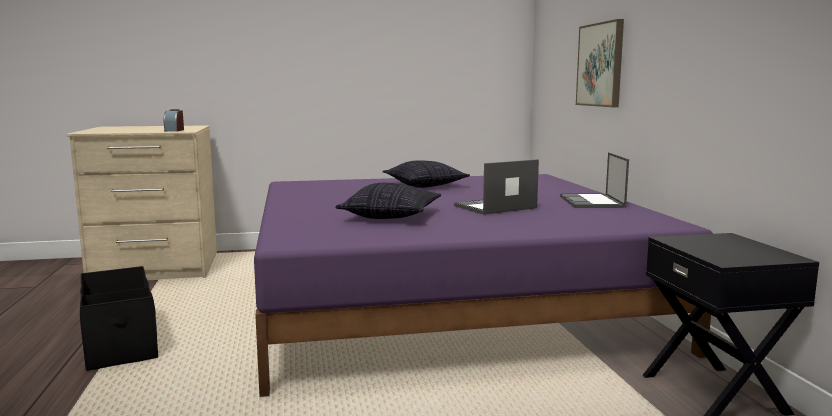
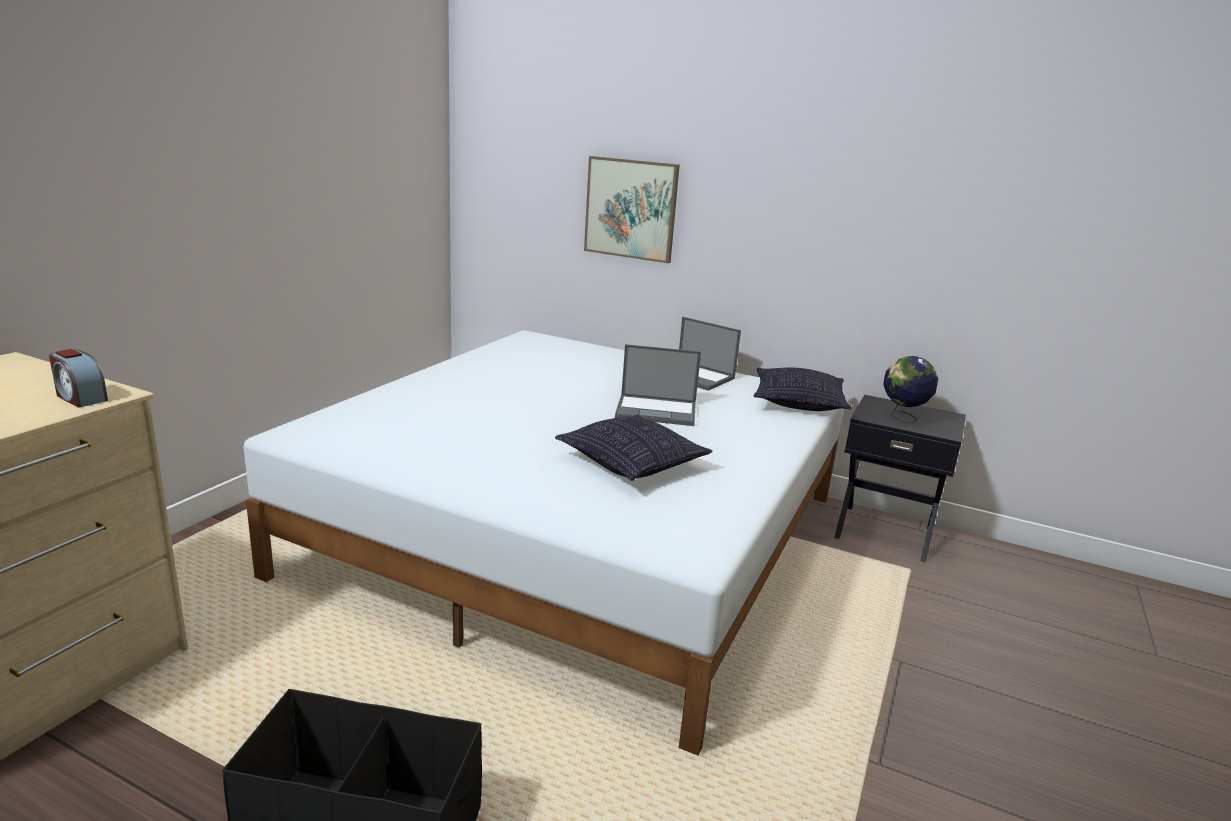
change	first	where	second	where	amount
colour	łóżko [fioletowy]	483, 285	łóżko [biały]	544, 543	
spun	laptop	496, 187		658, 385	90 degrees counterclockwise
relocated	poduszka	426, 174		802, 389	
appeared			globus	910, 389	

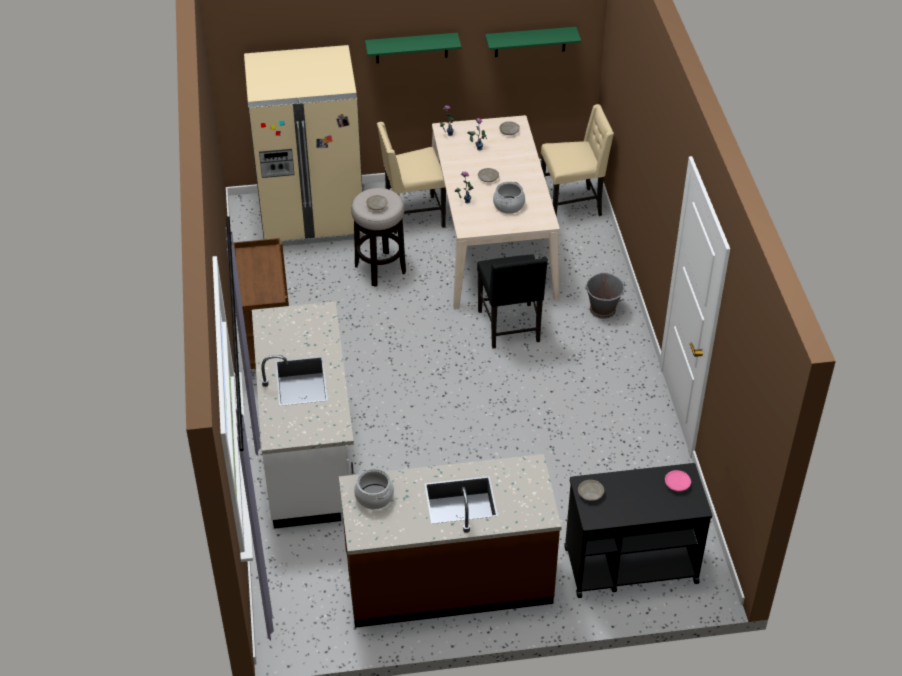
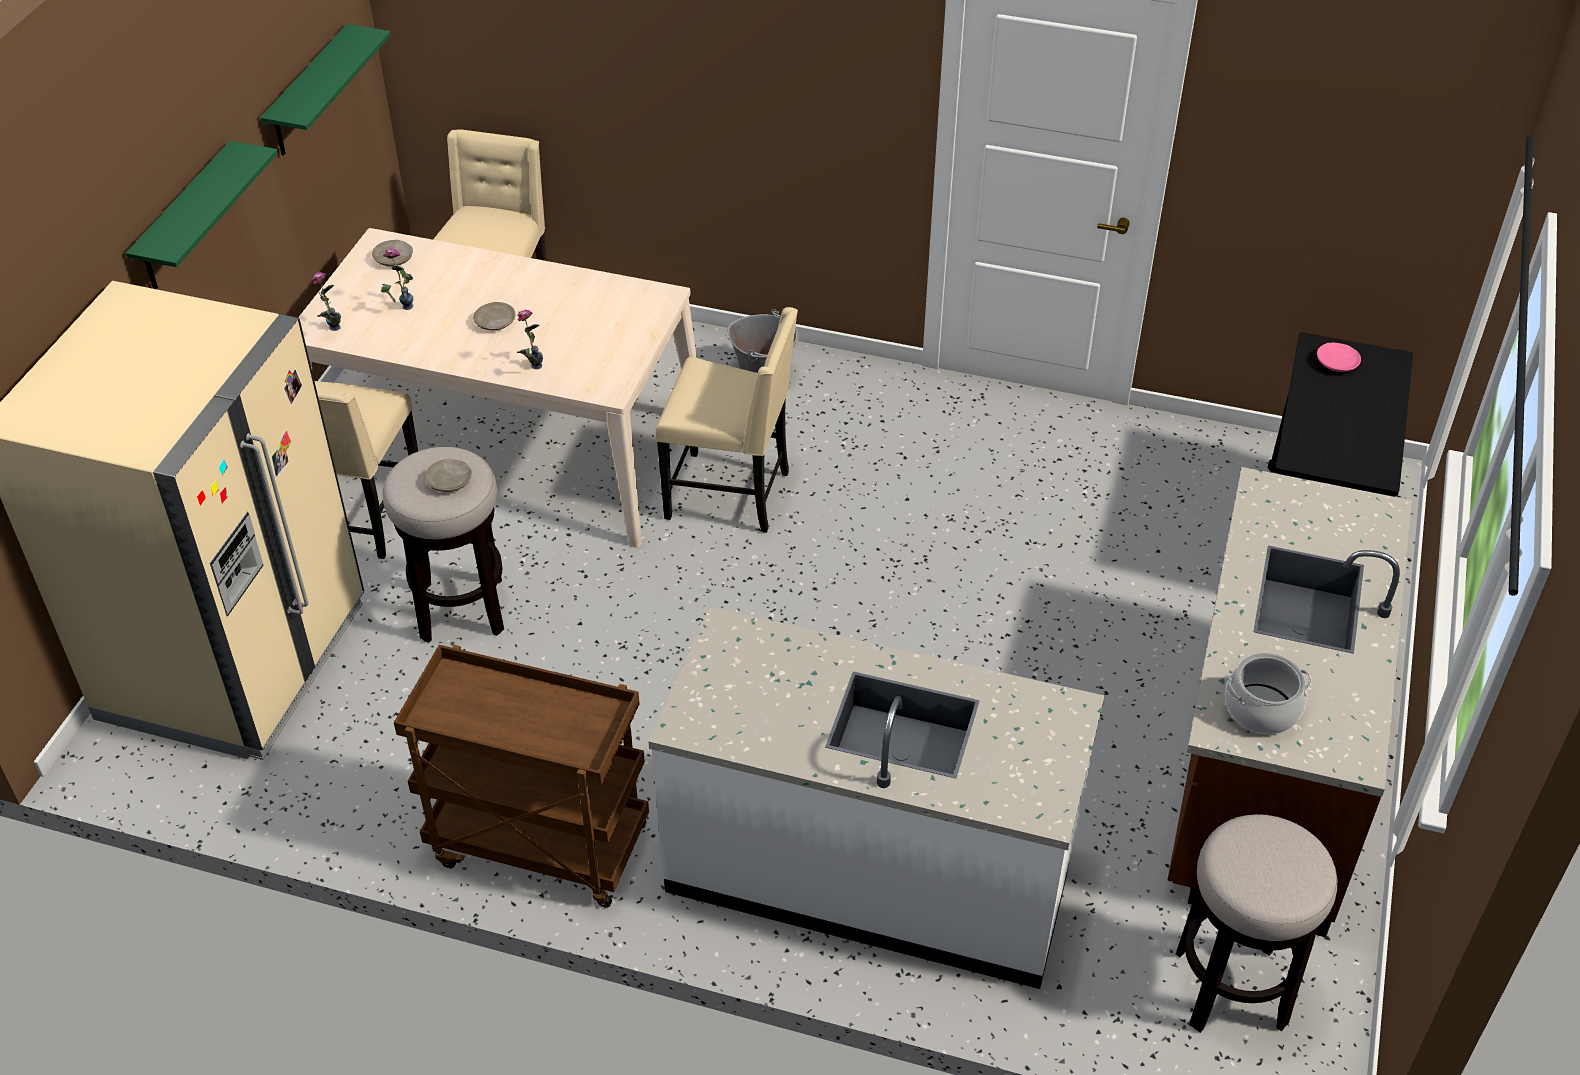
change	first	where	second	where	amount
colour	krzesło [czarny]	512, 301	krzesło [beżowy]	726, 420	
appeared			stołek	1256, 923	
missing	garnek	509, 198			
missing	talerz [beżowy]	591, 490			

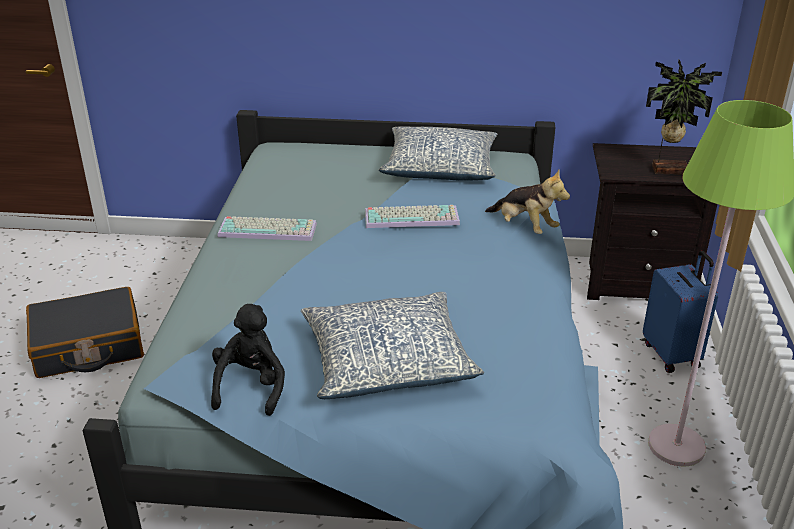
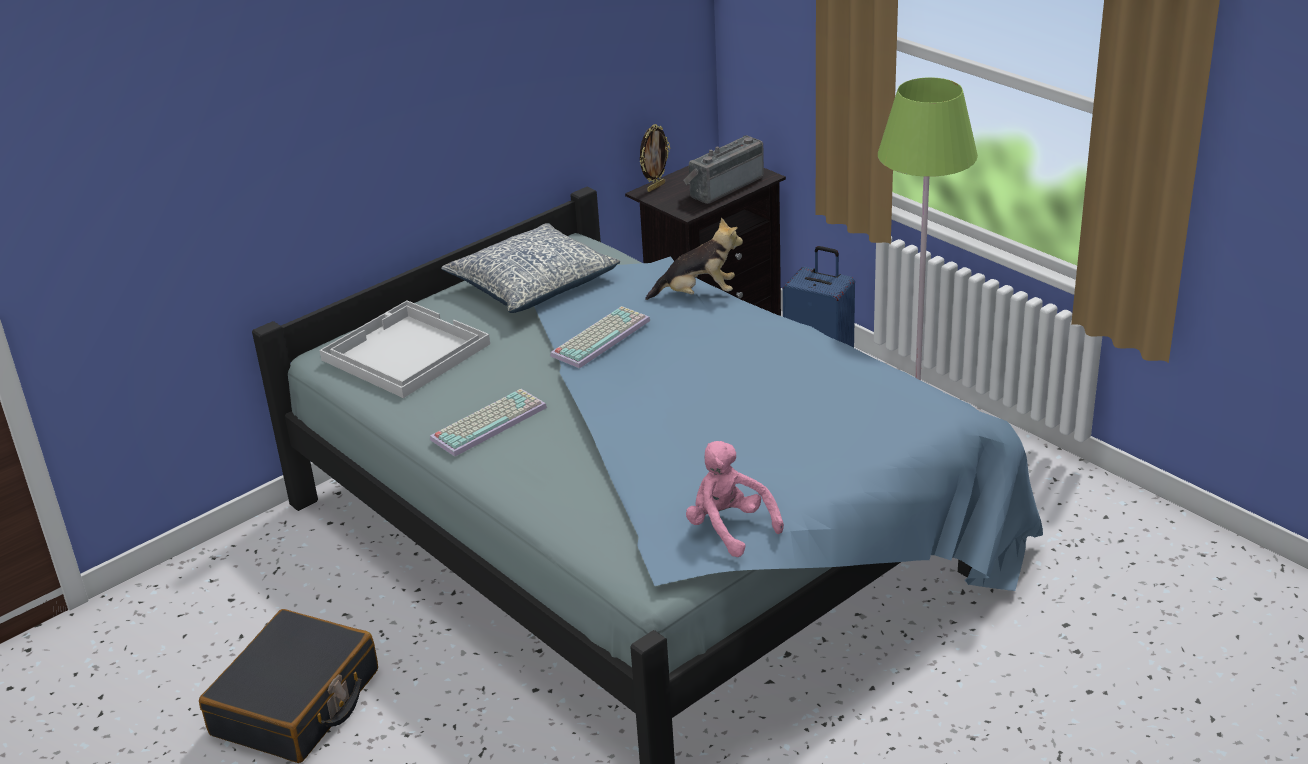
change	first	where	second	where	amount
appeared			taca [biały]	404, 349	
appeared			ramka na zdjęcie	655, 158	
exchanged	roślina doniczkowa	684, 117	radio	723, 169	
colour	pluszak [czarny]	248, 360	pluszak [różowy]	735, 499	
missing	poduszka	392, 345			

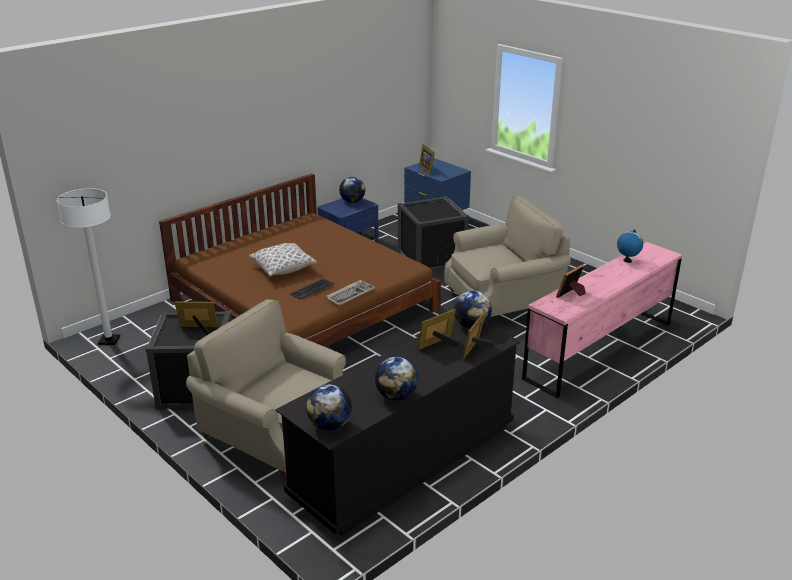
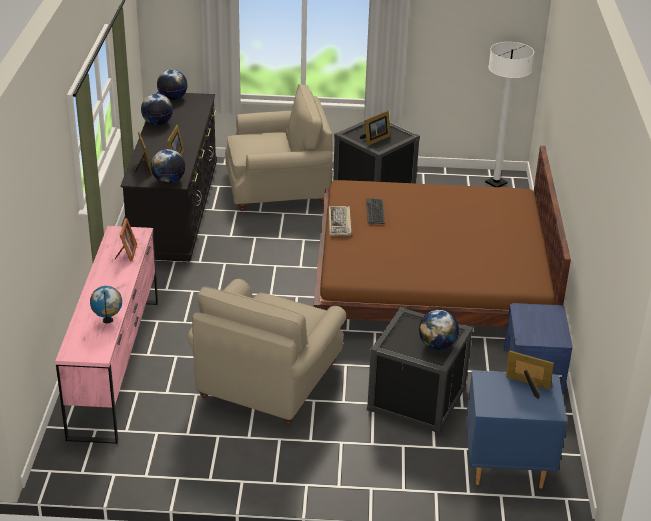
change	first	where	second	where	amount
relocated	globus	352, 190		439, 330	
missing	poduszka	283, 260			

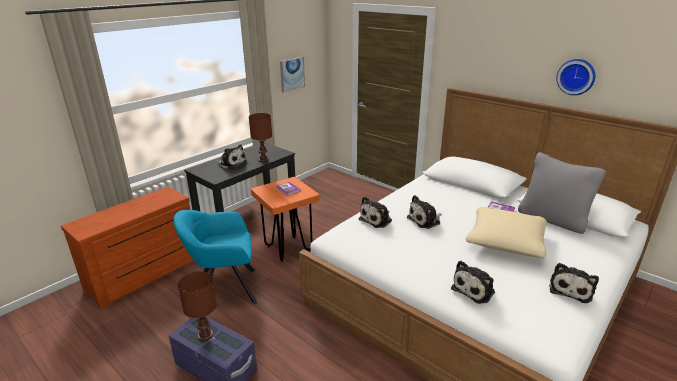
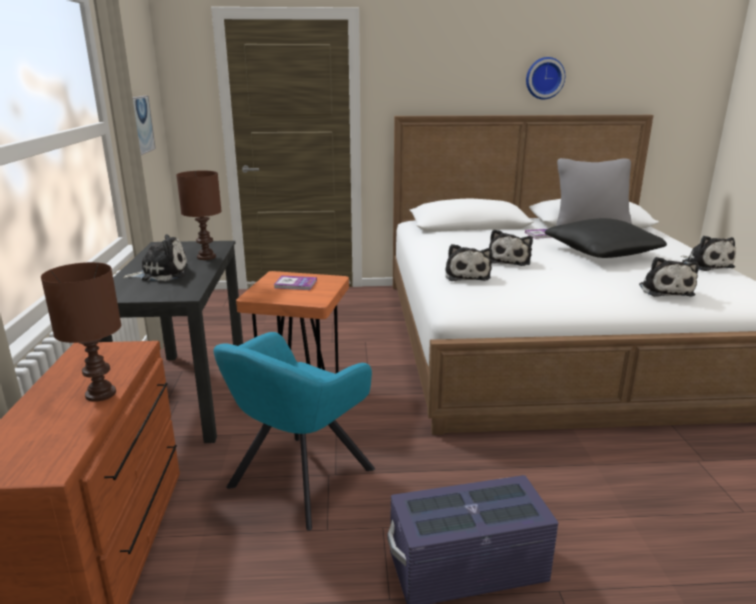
change	first	where	second	where	amount
relocated	lampa stołowa [brązowy]	197, 306		81, 332	
colour	poduszka [beżowy]	506, 232	poduszka [czarny]	606, 238	

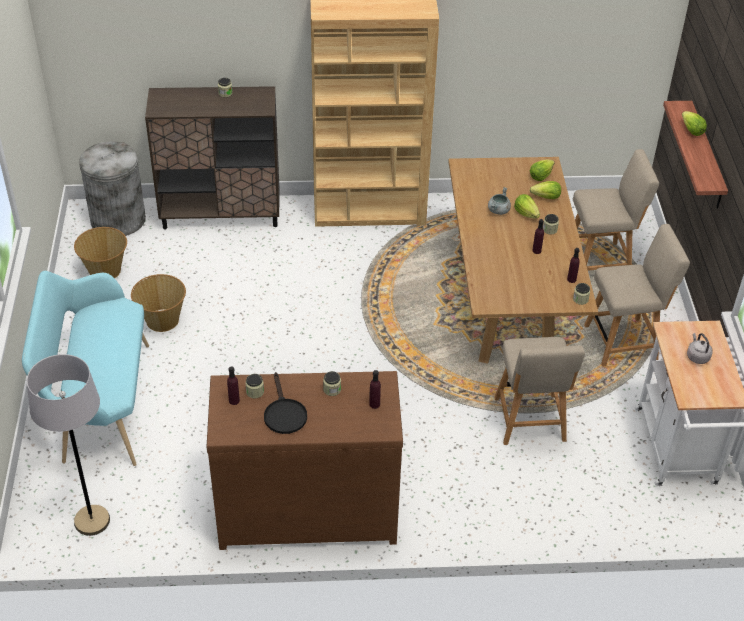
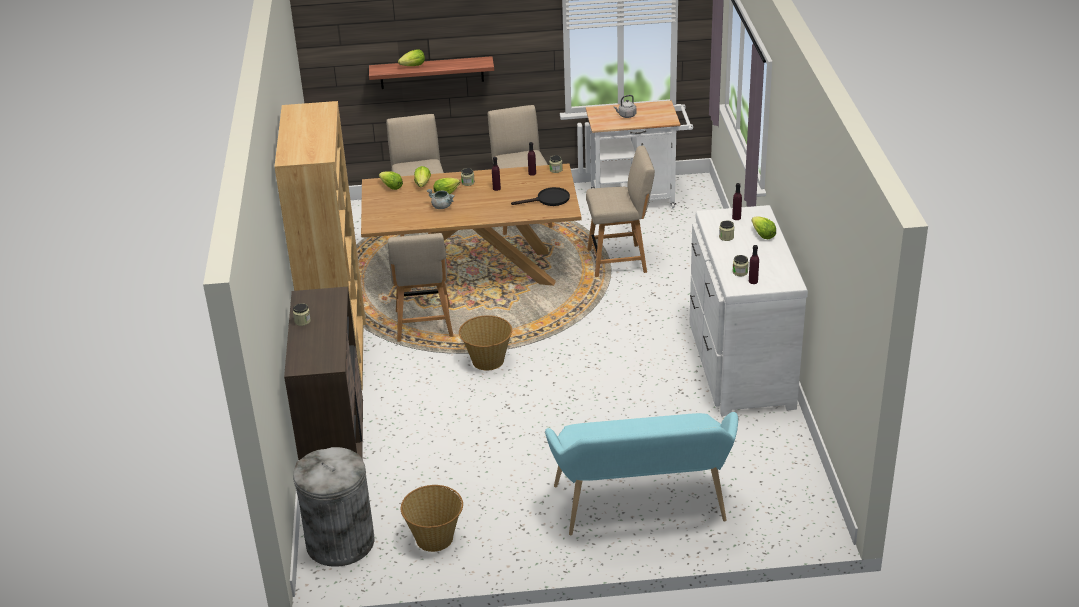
change	first	where	second	where	amount
appeared			krzesło [beżowy]	421, 287	
relocated	koszyk	158, 303		485, 343	
relocated	patelnia [czarny]	285, 403		540, 196	
colour	komoda [brązowy]	305, 460	komoda [biały]	748, 310	
appeared			sałata	764, 228	
missing	lampa stojąca [szary]	68, 445			

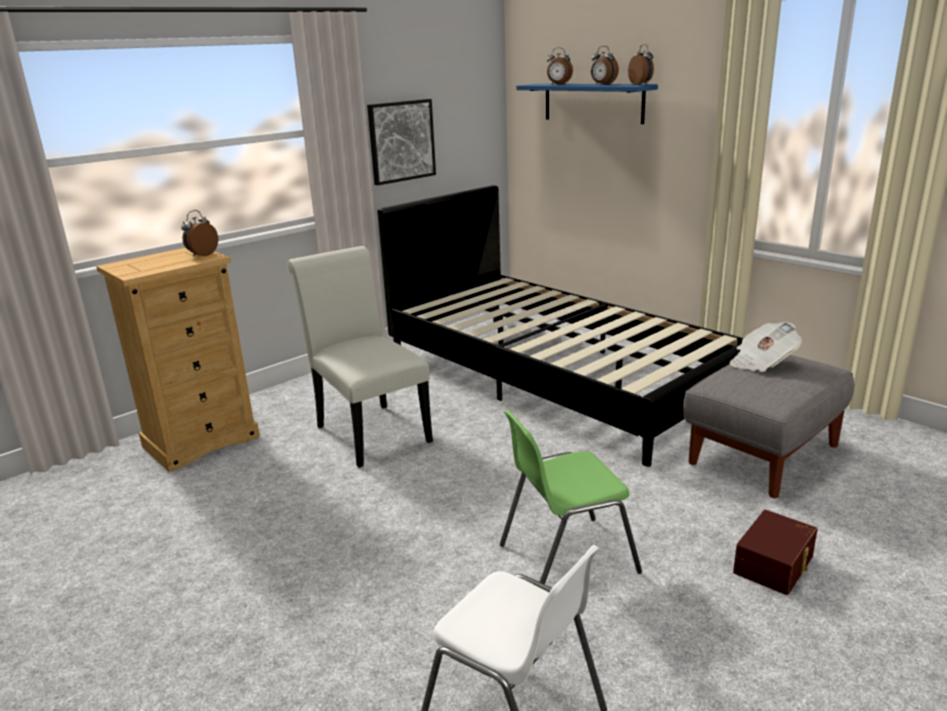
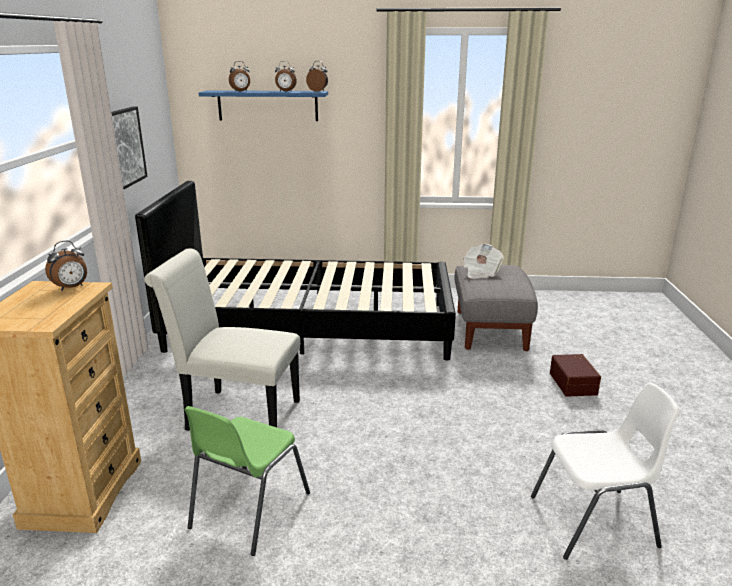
change	first	where	second	where	amount
spun	budzik	199, 233		66, 266	120 degrees counterclockwise
relocated	krzesło [zielony]	571, 497		247, 481	

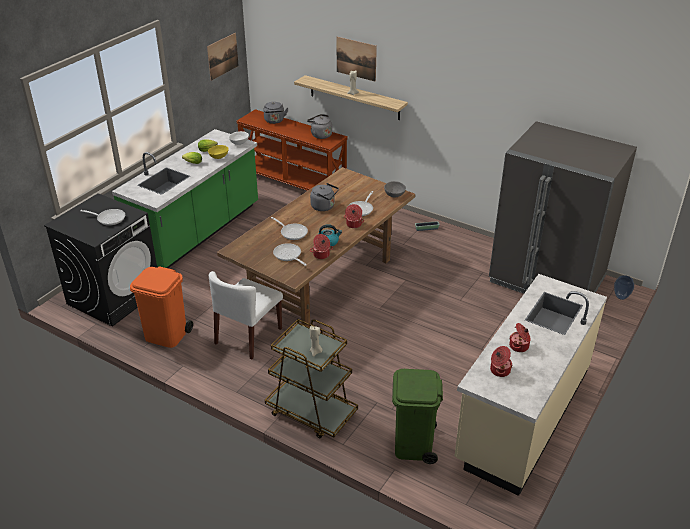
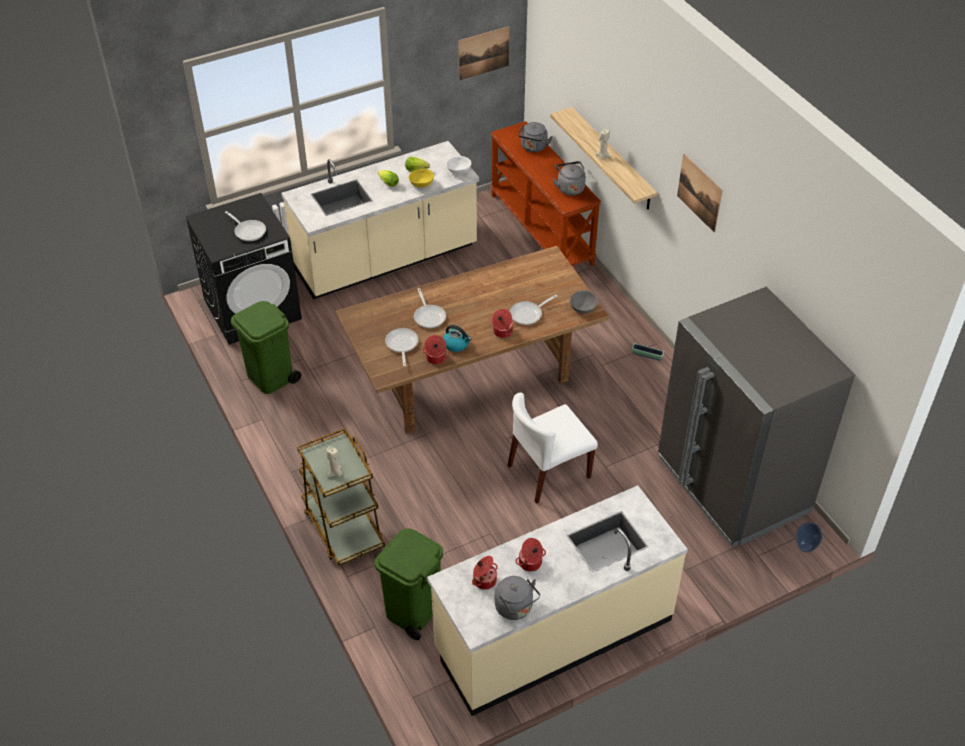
change	first	where	second	where	amount
colour	kosz na śmieci [pomarańczowy]	161, 307	kosz na śmieci [zielony]	266, 347	
colour	zabudowa kuchenna [zielony]	185, 198	zabudowa kuchenna [beżowy]	380, 220	
relocated	czajnik [szary]	324, 197		517, 598	
relocated	krzesło [biały]	246, 315		552, 448	
relocated	obraz	357, 59		700, 193	

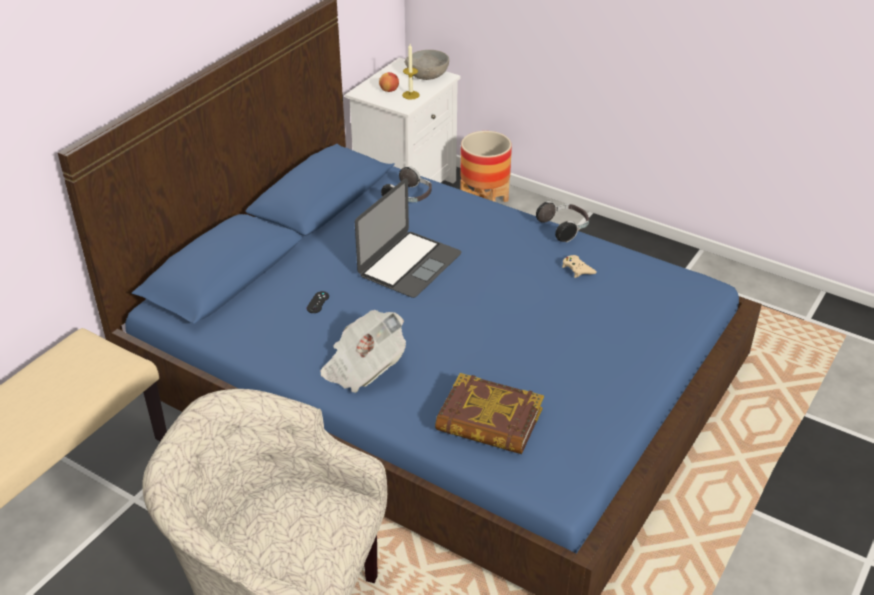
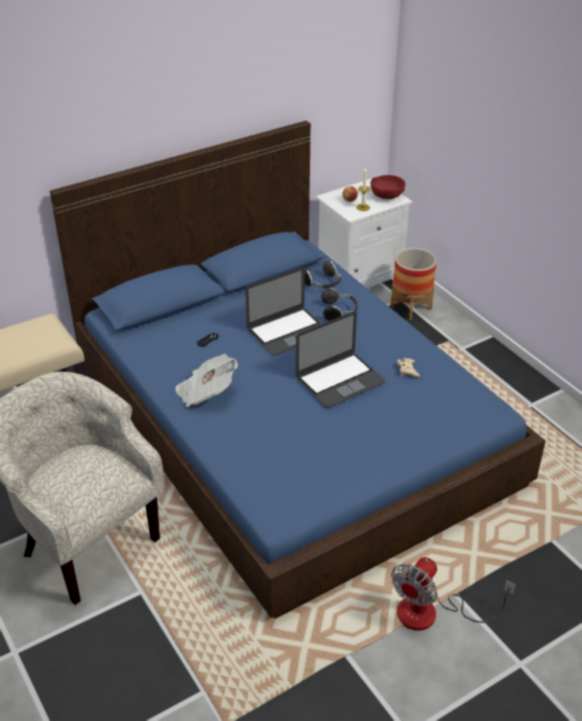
change	first	where	second	where	amount
appeared			laptop	340, 359	
relocated	słuchawki	562, 221		339, 304	
colour	miska [szary]	427, 65	miska [czerwony]	388, 187	
appeared			wentylator	453, 594	
missing	książka	489, 413			

